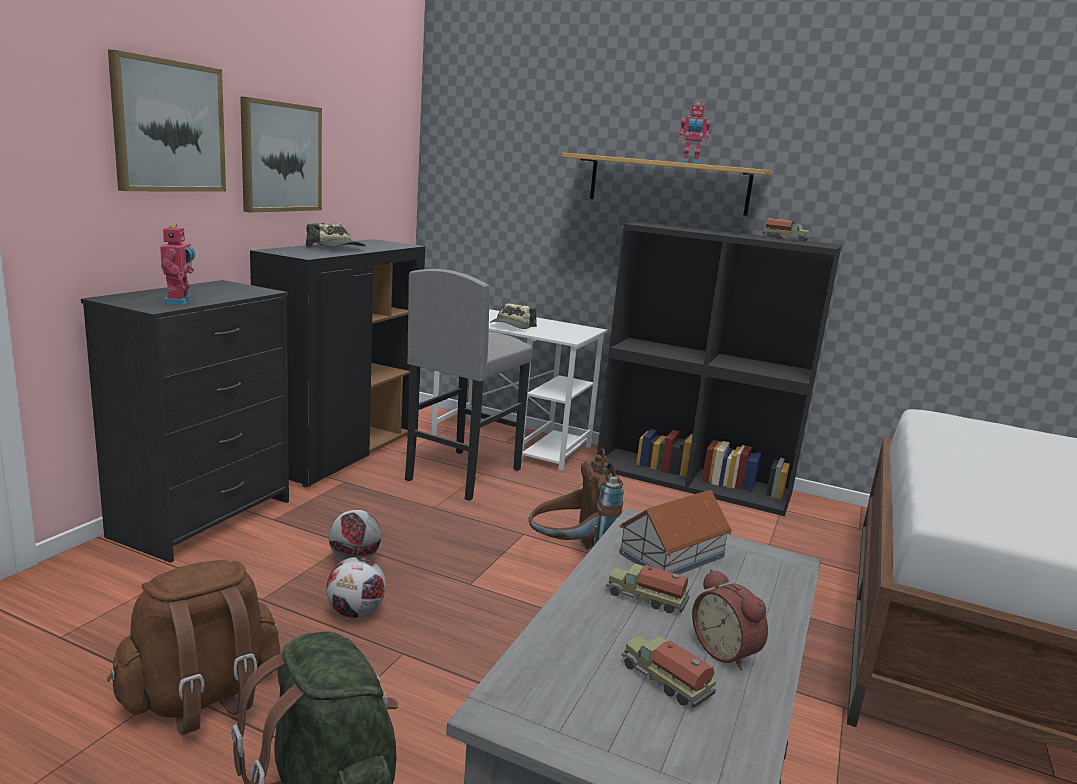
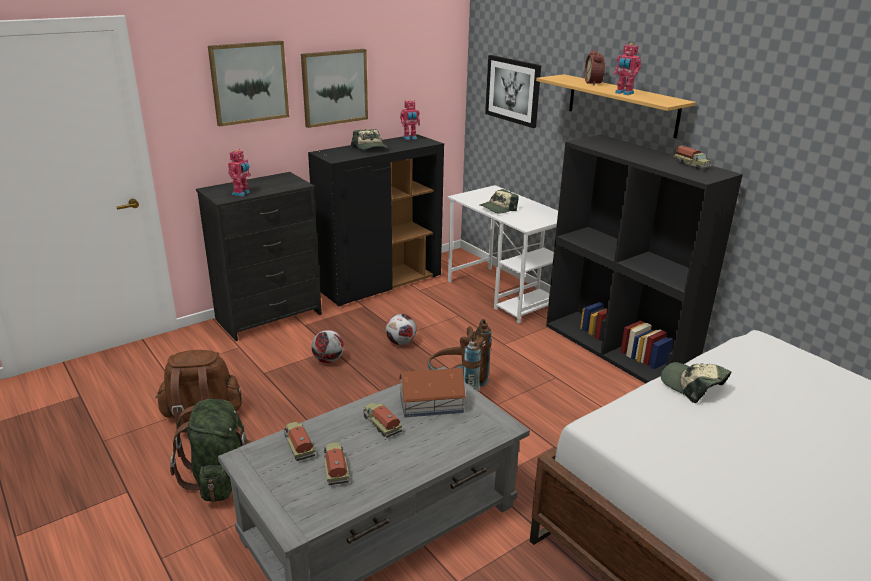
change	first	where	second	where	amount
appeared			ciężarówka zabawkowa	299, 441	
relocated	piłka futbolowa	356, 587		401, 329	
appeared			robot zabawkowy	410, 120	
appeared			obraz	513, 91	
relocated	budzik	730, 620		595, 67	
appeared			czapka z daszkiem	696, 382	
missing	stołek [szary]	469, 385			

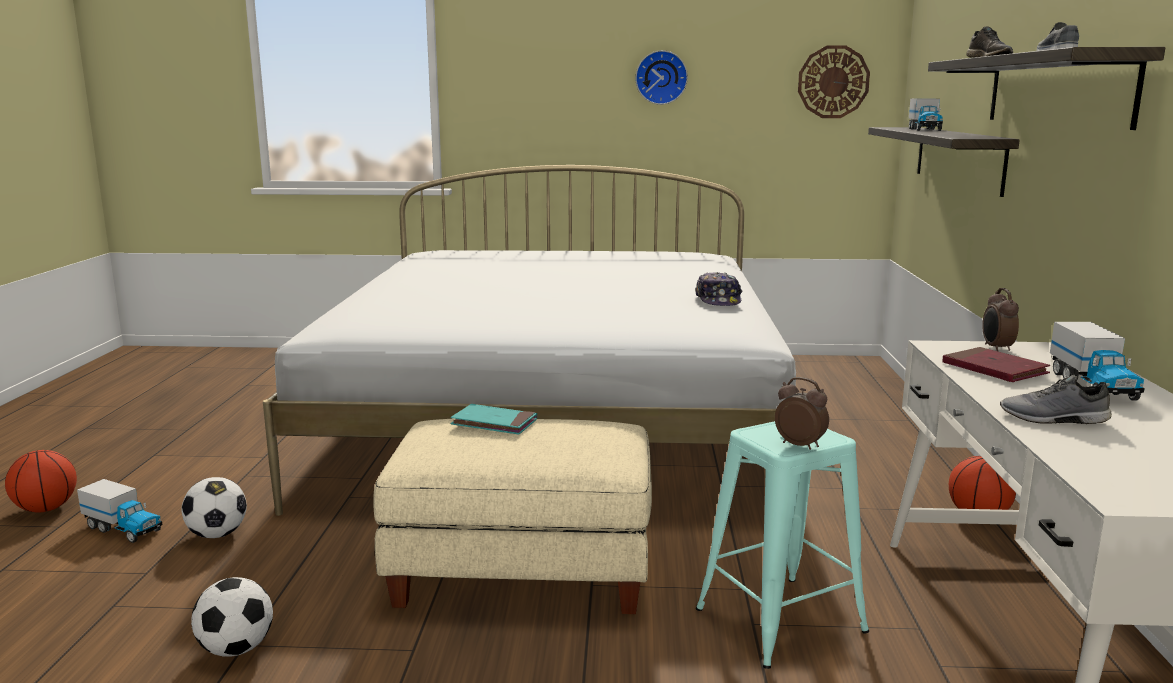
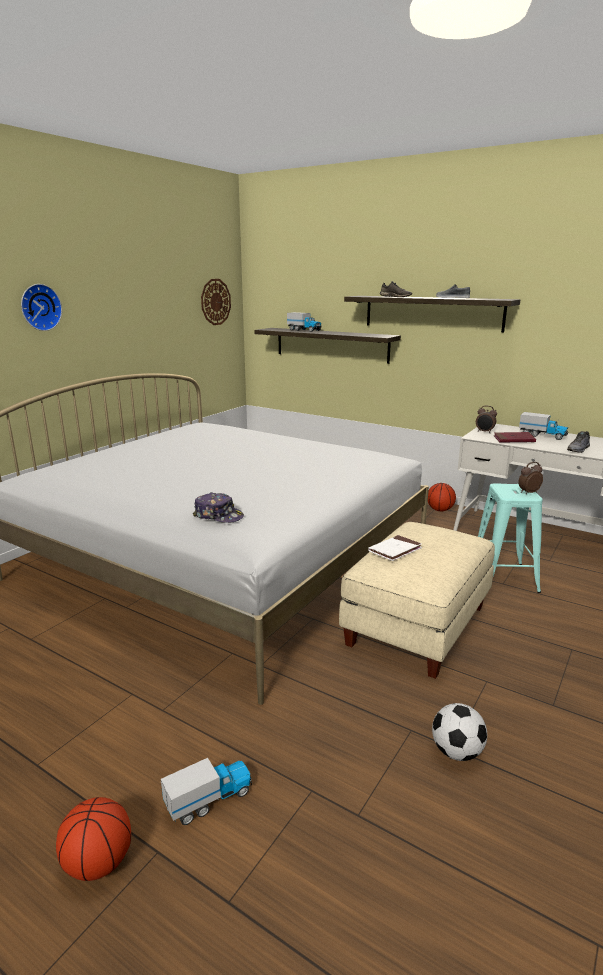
change	first	where	second	where	amount
relocated	zegar ścienny	661, 77		41, 307	
relocated	czapka z daszkiem	718, 289		218, 507	
colour	książka [turkusowy]	494, 419	książka [biały]	395, 548	
missing	piłka futbolowa	214, 507			

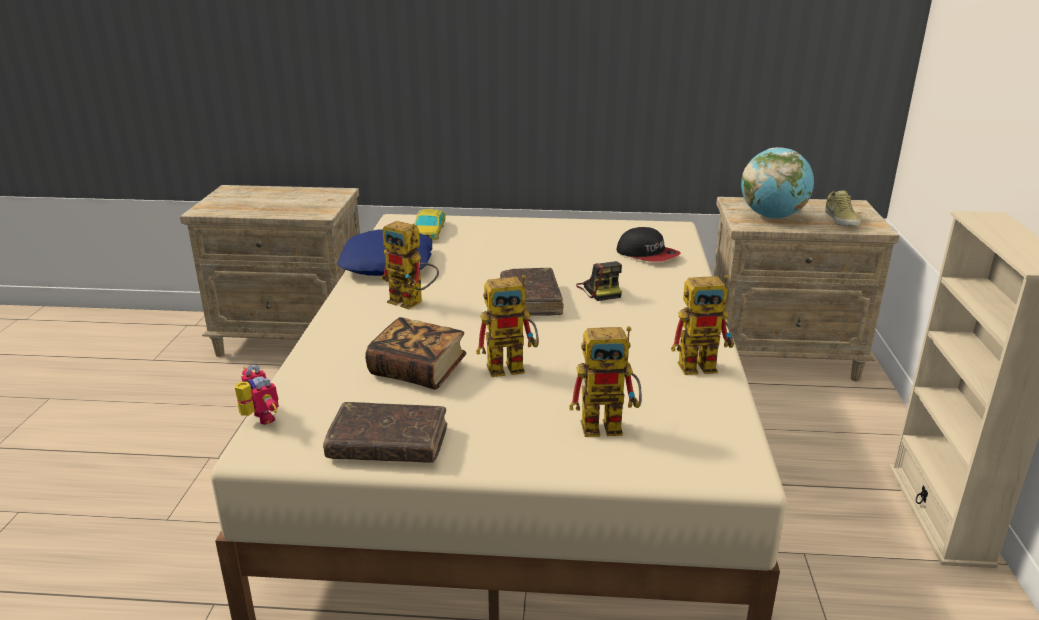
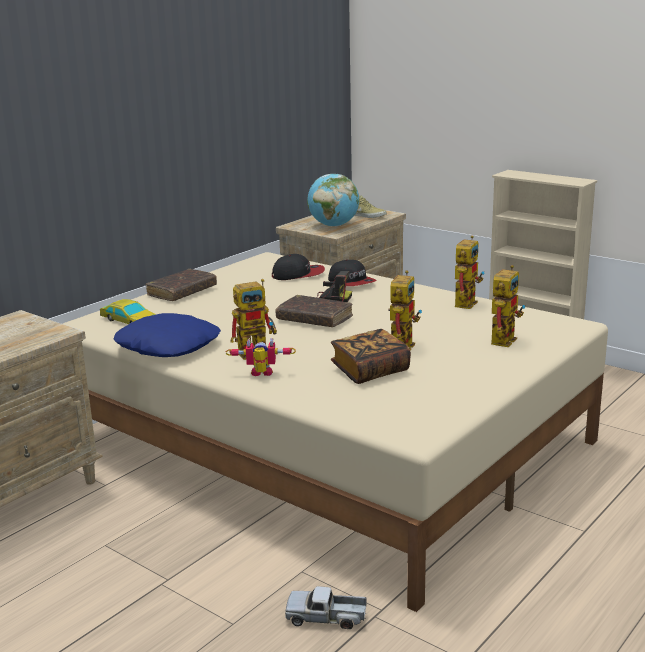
change	first	where	second	where	amount
relocated	książka [brązowy]	385, 432		181, 285	
relocated	robot zabawkowy	257, 395		261, 357	
appeared			ciężarówka zabawkowa	326, 607	
appeared			czapka z daszkiem	352, 272	

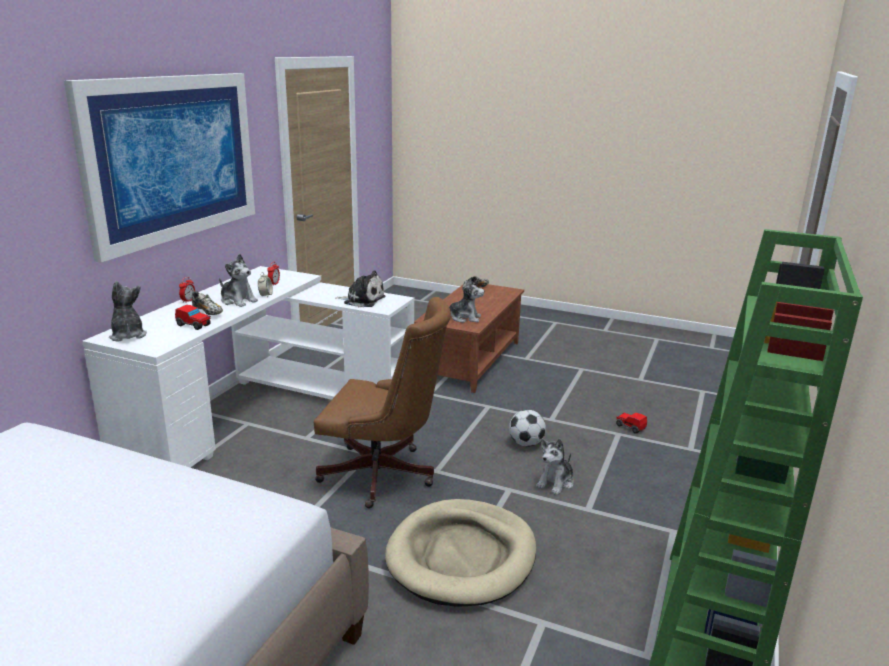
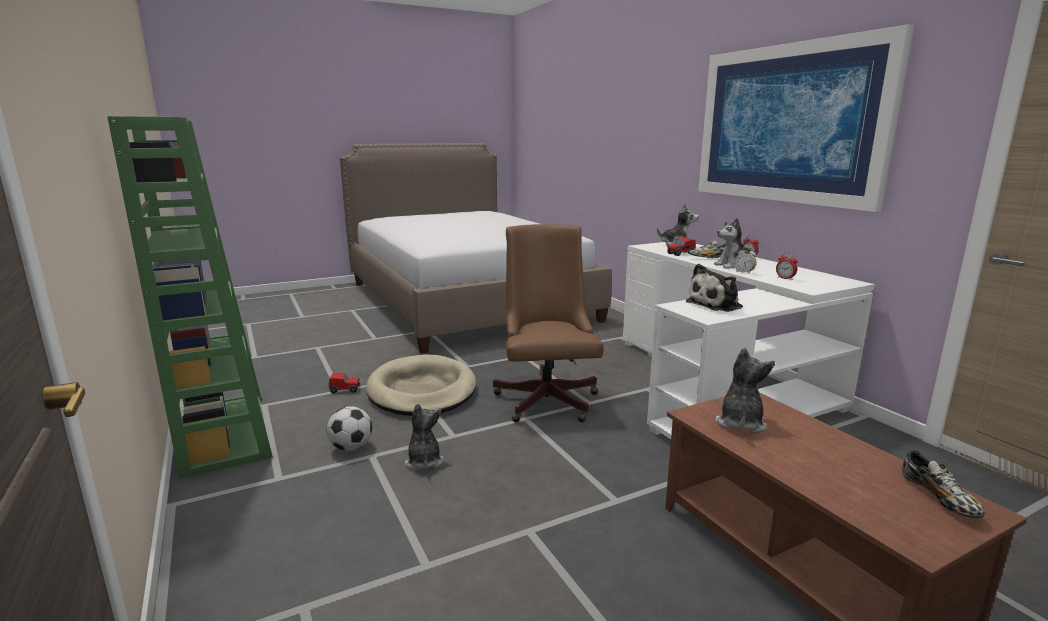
change	first	where	second	where	amount
relocated	piłka futbolowa	527, 428		349, 428	
relocated	samochodzik	631, 423		344, 383	
spun	krzesło biurowe [brązowy]	382, 402		548, 323	120 degrees clockwise
spun	pluszak	466, 300		745, 390	150 degrees clockwise

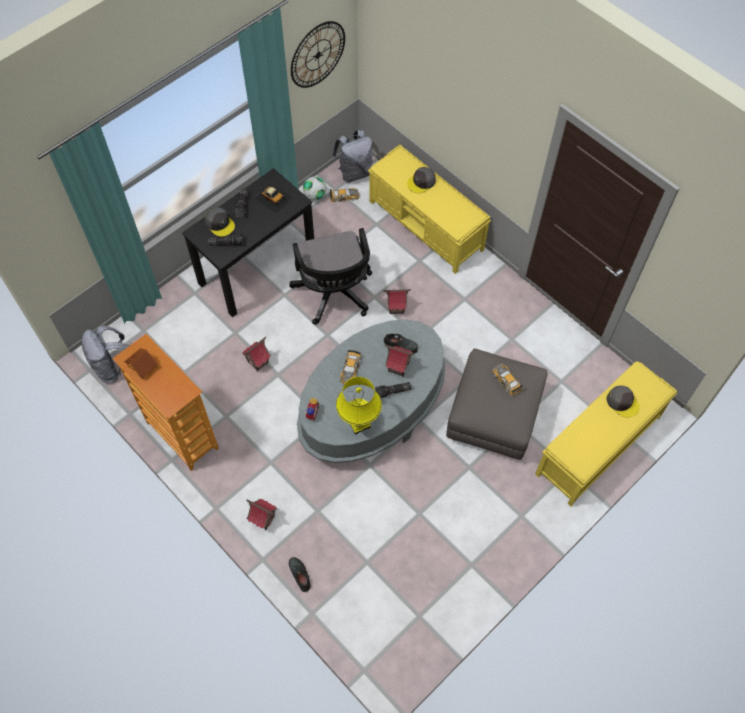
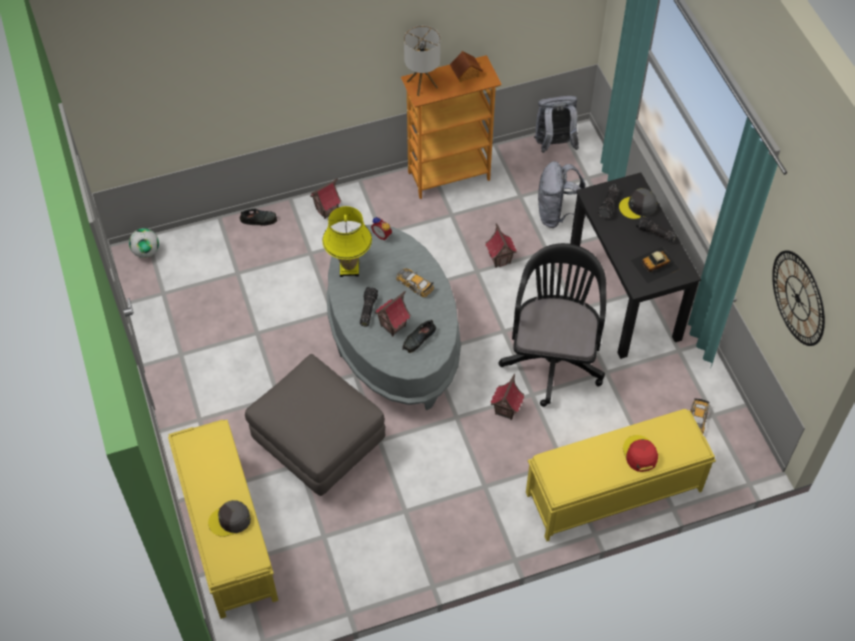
change	first	where	second	where	amount
relocated	piłka futbolowa	314, 189		144, 243	
appeared			lampa stołowa	422, 60	
spun	krzesło biurowe [czarny]	330, 276		552, 325	90 degrees clockwise
relocated	plecak [szary]	352, 156		562, 194	
colour	czapka z daszkiem [szary]	421, 180	czapka z daszkiem [czerwony]	640, 453	
missing	samochodzik	507, 380			

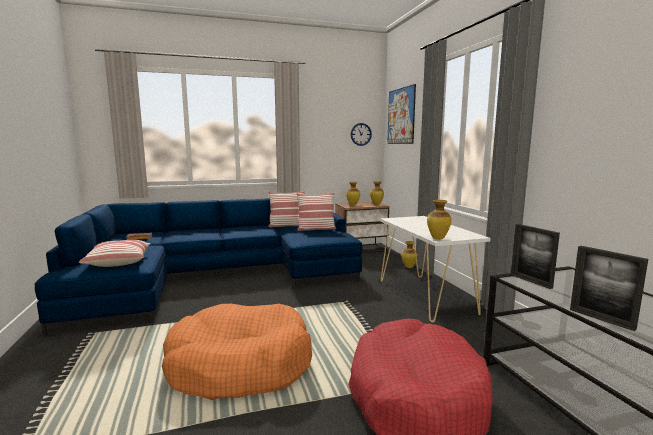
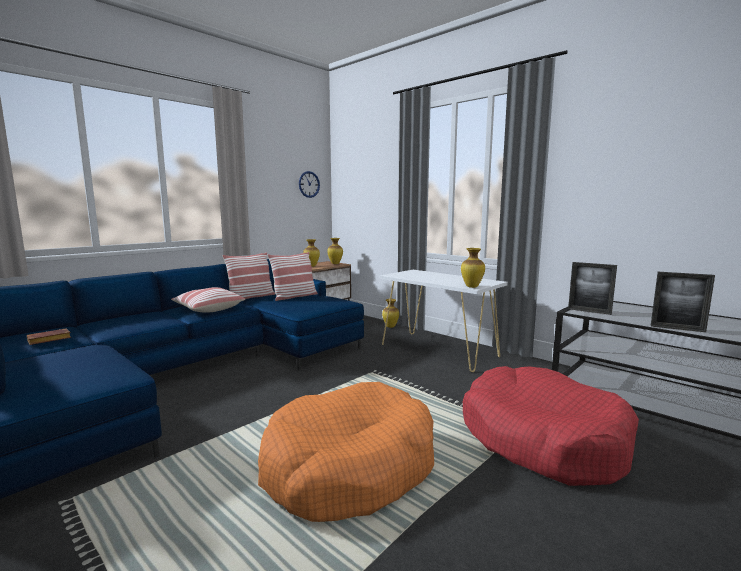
change	first	where	second	where	amount
relocated	poduszka	115, 253		208, 300	
missing	obraz	401, 114			

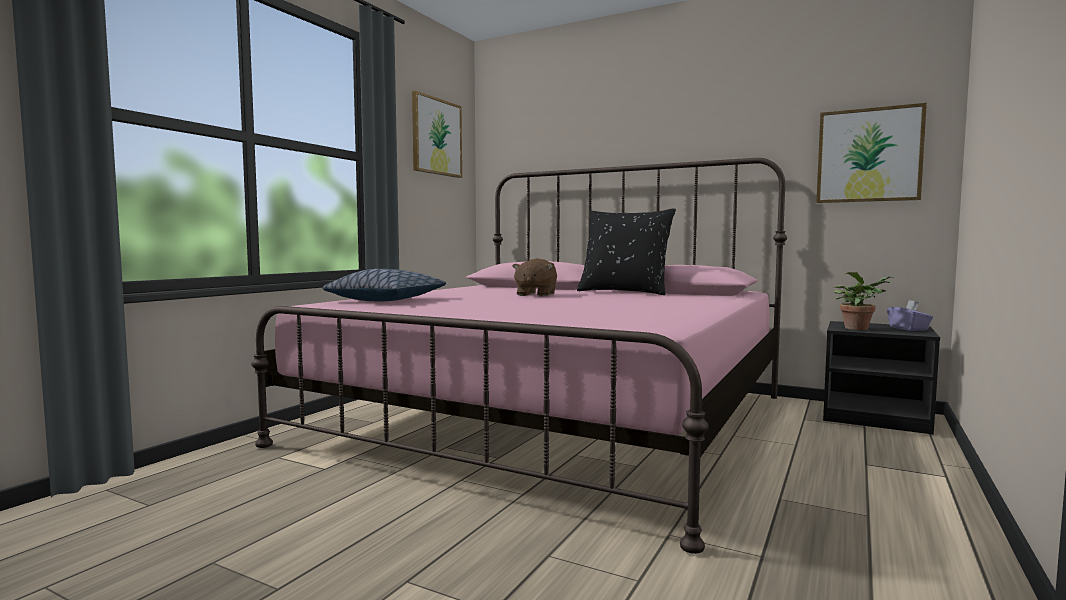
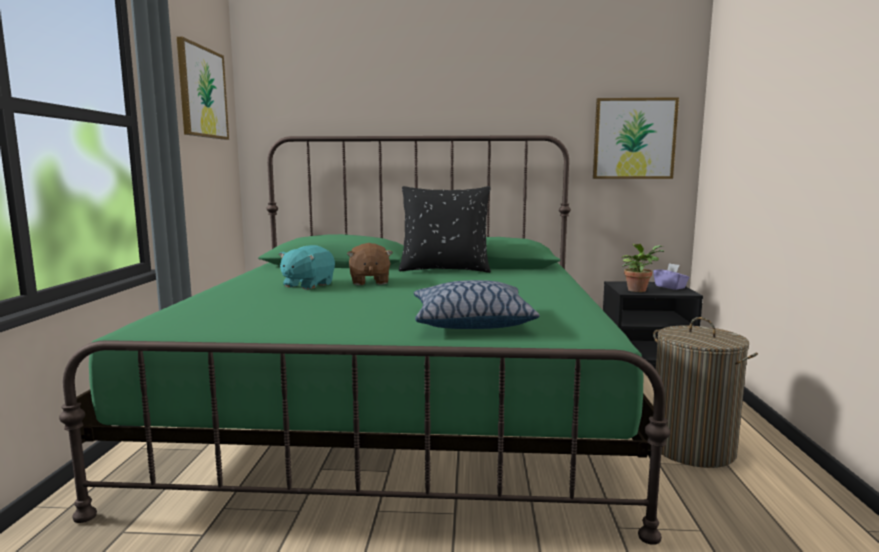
change	first	where	second	where	amount
colour	łóżko [różowy]	519, 356	łóżko [zielony]	364, 340	
appeared			pluszak [turkusowy]	307, 267	
relocated	poduszka	384, 285		477, 304	
appeared			kosz na pranie	705, 392	

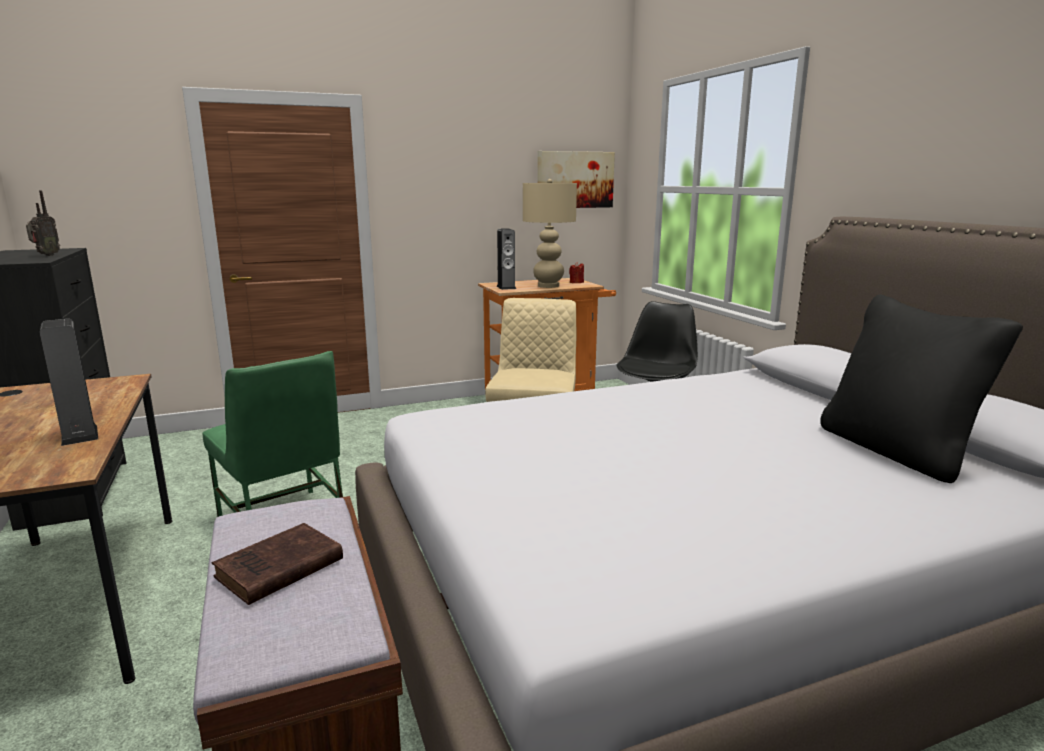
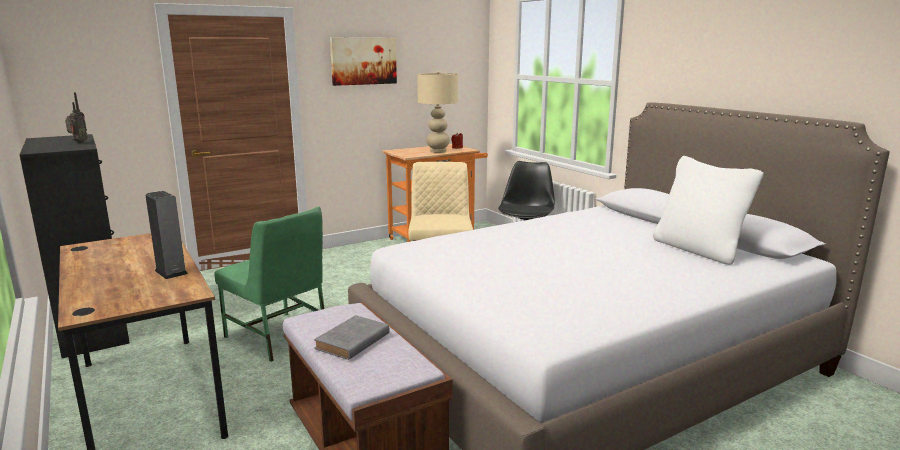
change	first	where	second	where	amount
colour	książka [brązowy]	277, 564	książka [szary]	352, 337	
relocated	obraz	576, 179		363, 62	
colour	poduszka [czarny]	921, 388	poduszka [biały]	708, 210	
missing	głośnik	506, 259			

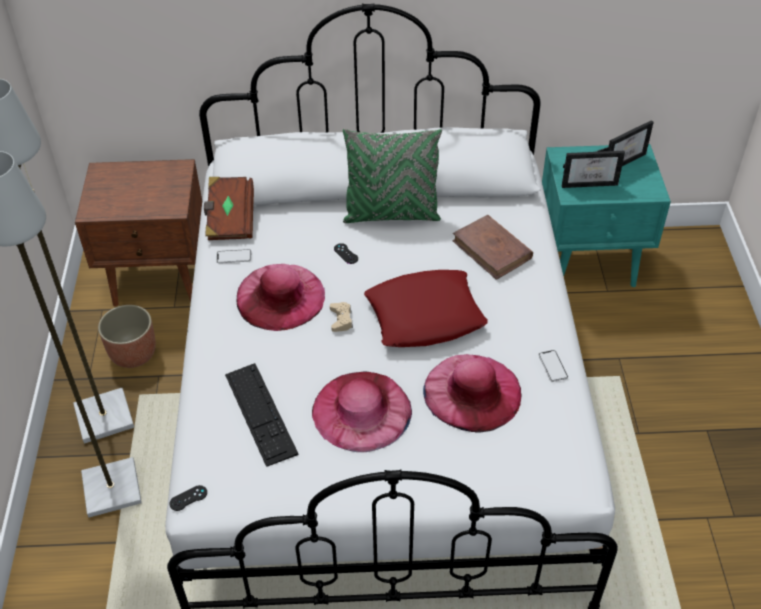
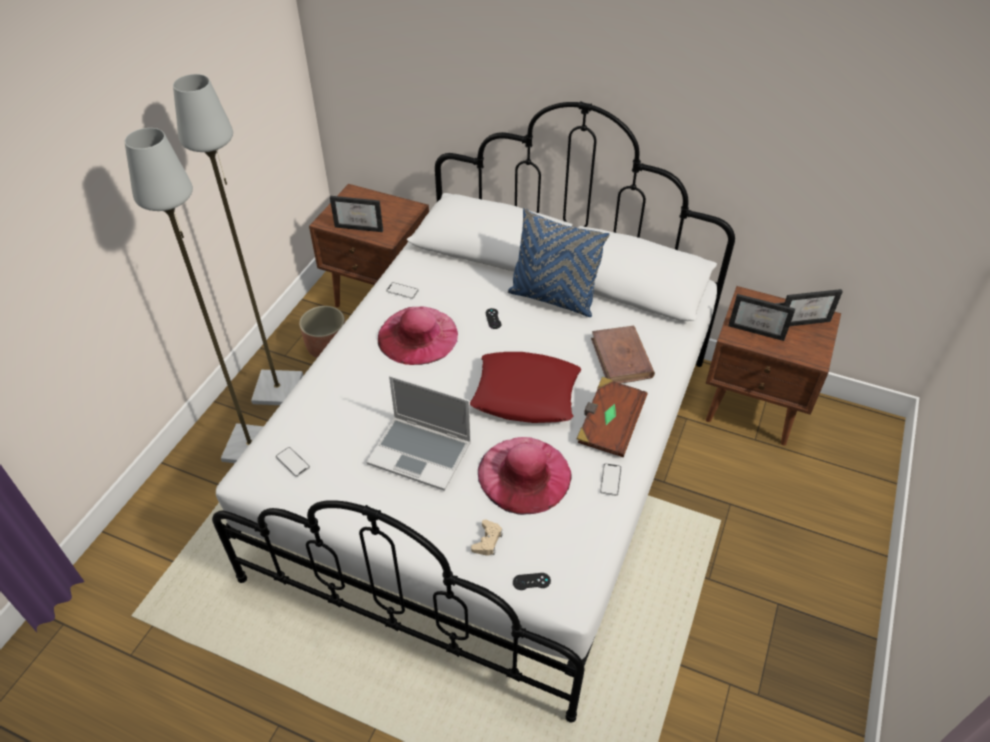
change	first	where	second	where	amount
appeared			telefon	293, 462	
appeared			ramka na zdjęcie	356, 214	
exchanged	kapelusz [różowy]	362, 412	laptop	419, 433	
relocated	pad do gier [beżowy]	341, 317		487, 537	
colour	poduszka [zielony]	392, 176	poduszka [niebieski]	559, 262	
relocated	pad do gier [czarny]	188, 498		532, 581	
relocated	książka [brązowy]	229, 208		612, 417	
colour	szafka nocna [turkusowy]	606, 215	szafka nocna [brązowy]	773, 365	
missing	klawiatura	261, 415			

